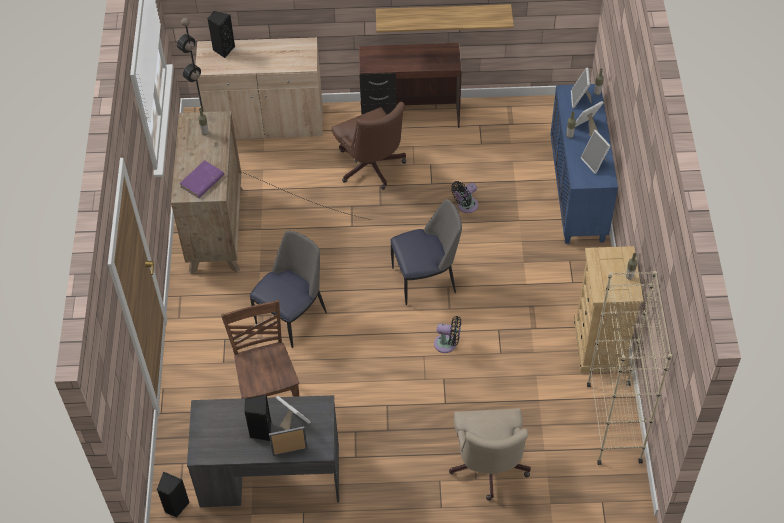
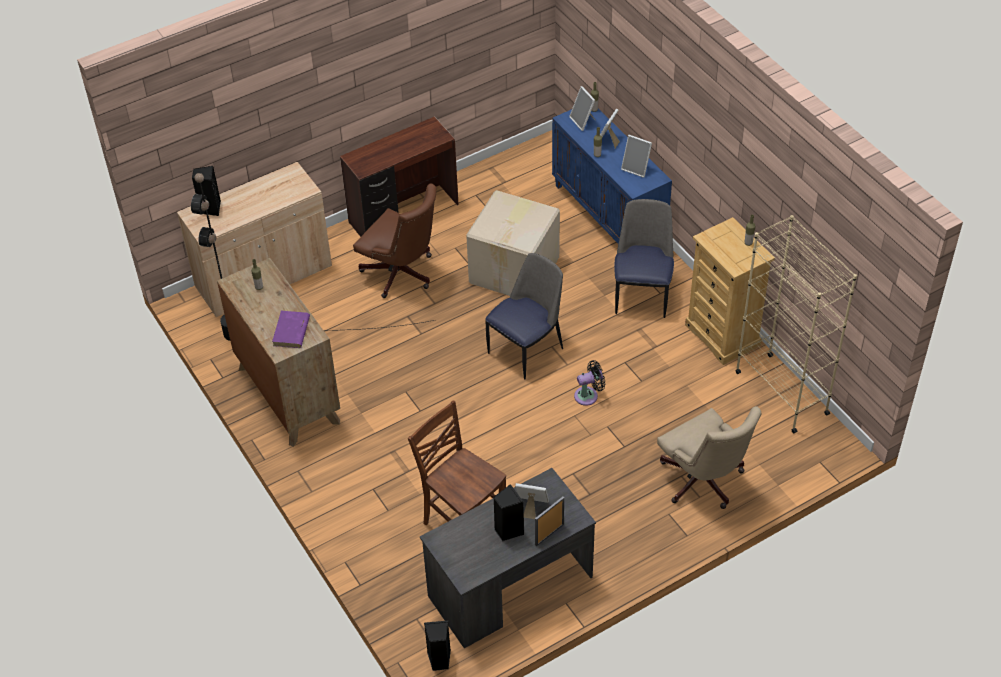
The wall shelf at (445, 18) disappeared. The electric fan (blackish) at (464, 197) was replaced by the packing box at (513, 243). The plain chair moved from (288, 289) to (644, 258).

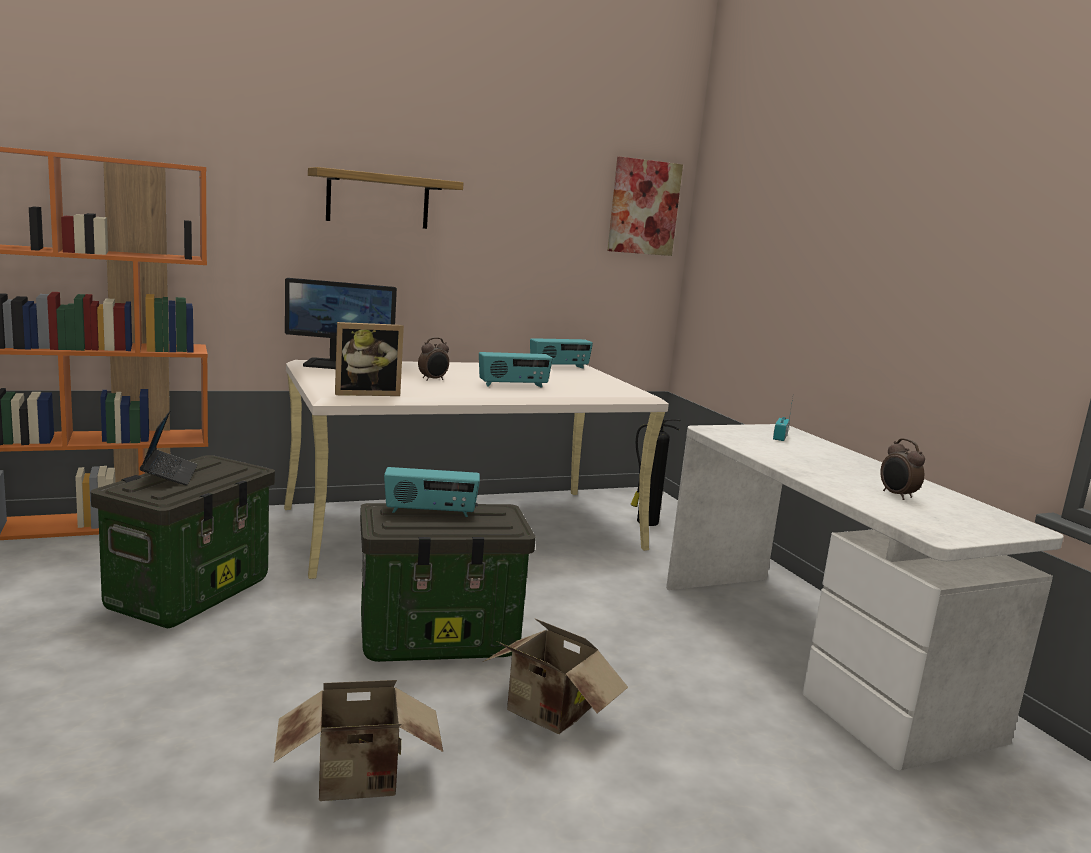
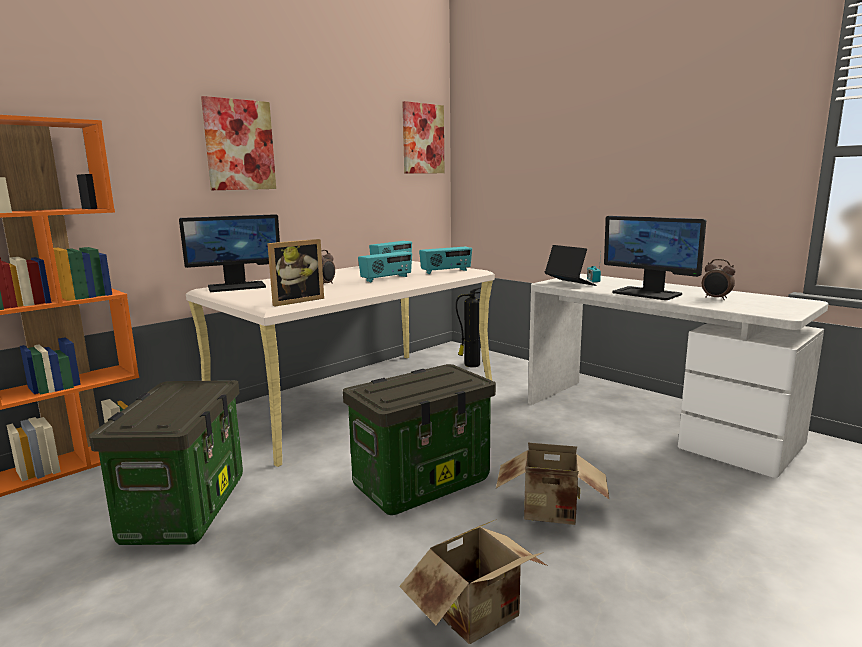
The wall shelf at (385, 198) was replaced by the wall art at (238, 143). The portable computer moved from (169, 448) to (570, 265). The radio set moved from (432, 492) to (445, 260). The computer display at (655, 258) appeared.

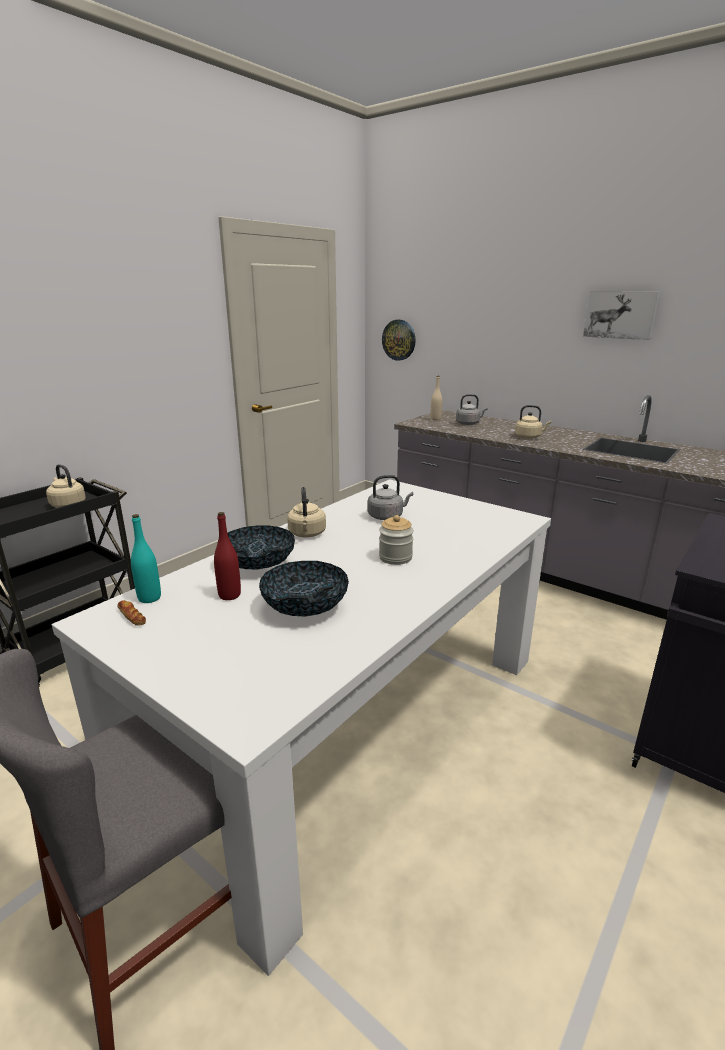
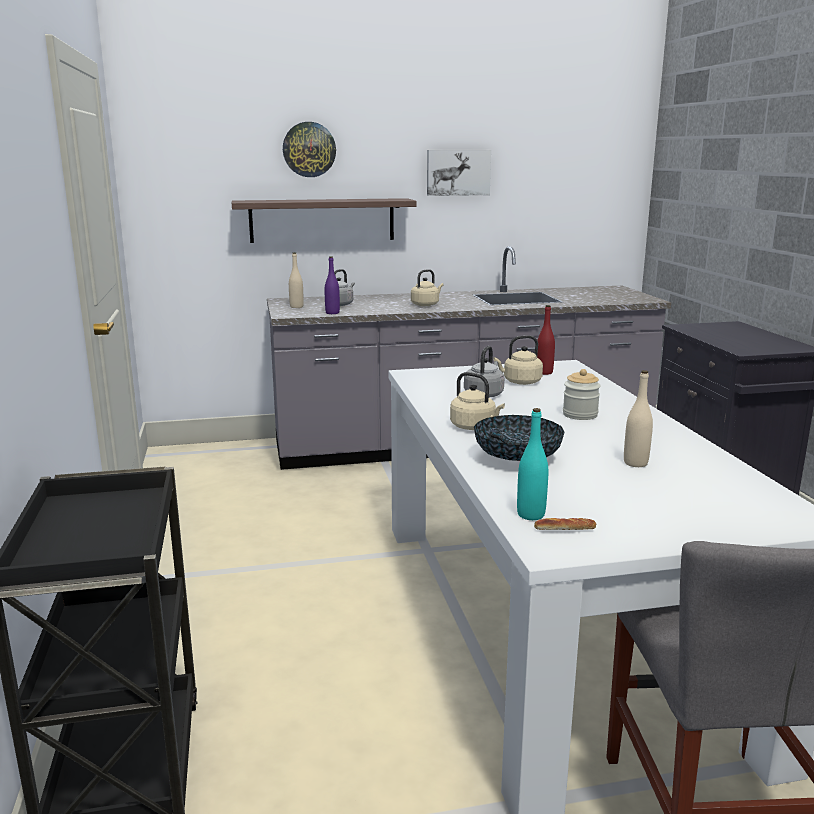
The wall clock moved from (399, 340) to (309, 149). The tea kettle (beige) moved from (66, 486) to (518, 360). The beverage bottle (reddish) moved from (227, 556) to (546, 340). The deep dish at (304, 588) was replaced by the beverage bottle (beige) at (638, 418). The wall shelf at (324, 220) appeared. The beverage bottle (purple-coloured) at (332, 285) appeared.

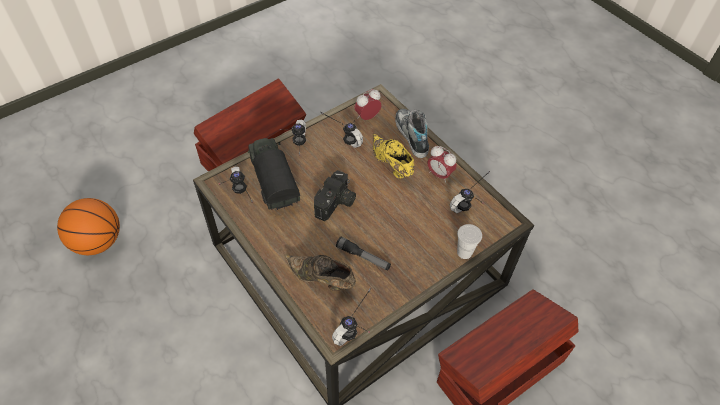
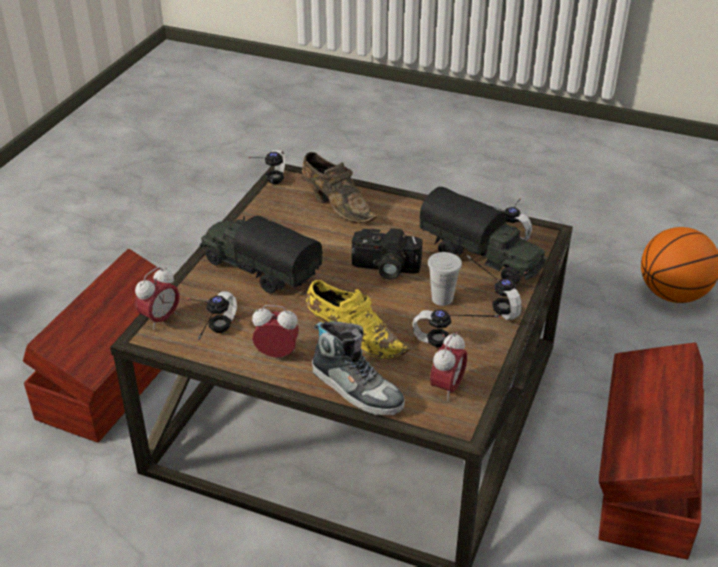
The still camera at (335, 195) turned 75 degrees counterclockwise. The small cup (whitish) moved from (469, 241) to (445, 279). The torch at (363, 253) disappeared. The item of footwear (brown) at (320, 272) turned 45 degrees clockwise. The toy truck at (261, 255) appeared. The alarm clock at (157, 298) appeared.

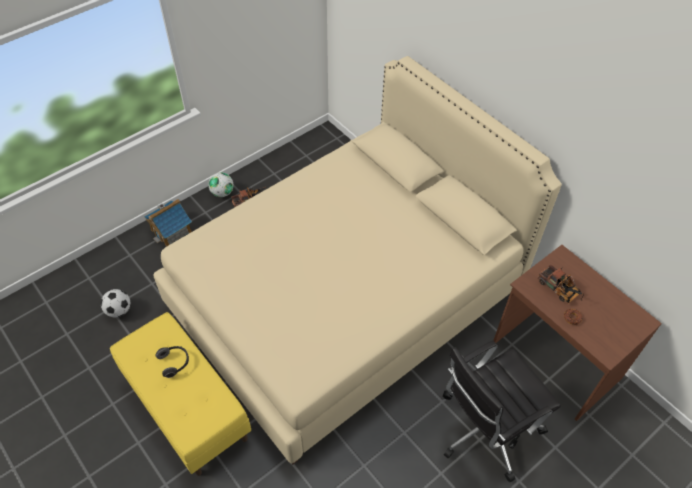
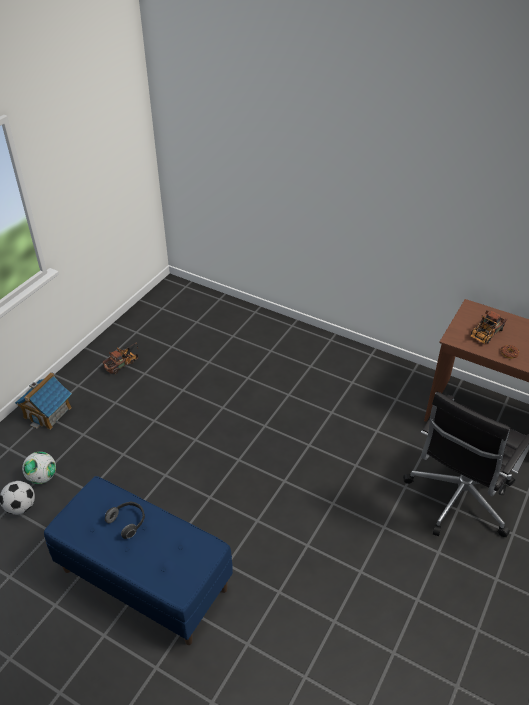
The bedroom bed (beige) at (358, 260) disappeared. The football moved from (221, 184) to (39, 468). The toy truck at (561, 284) turned 105 degrees clockwise. The bench (yellow-coloured) at (180, 394) became the bench (blue) at (138, 560).

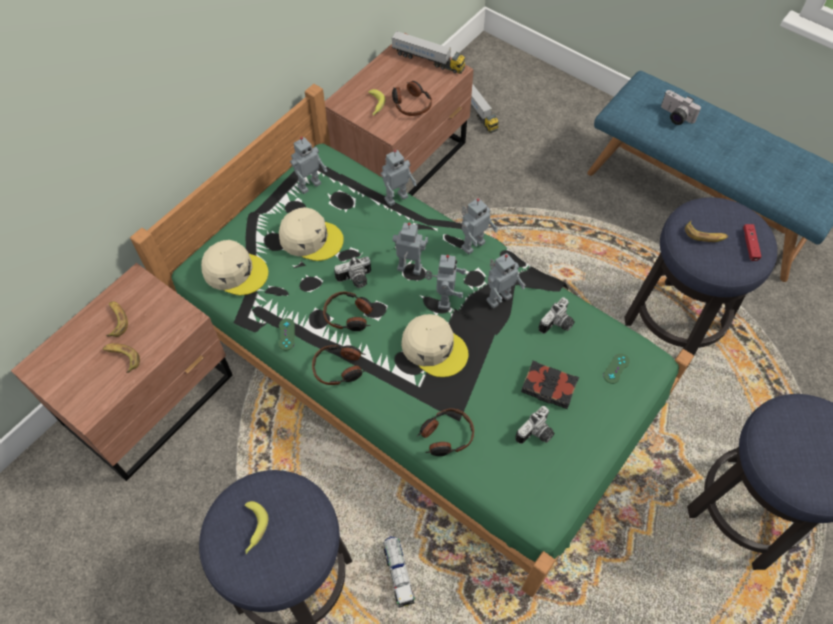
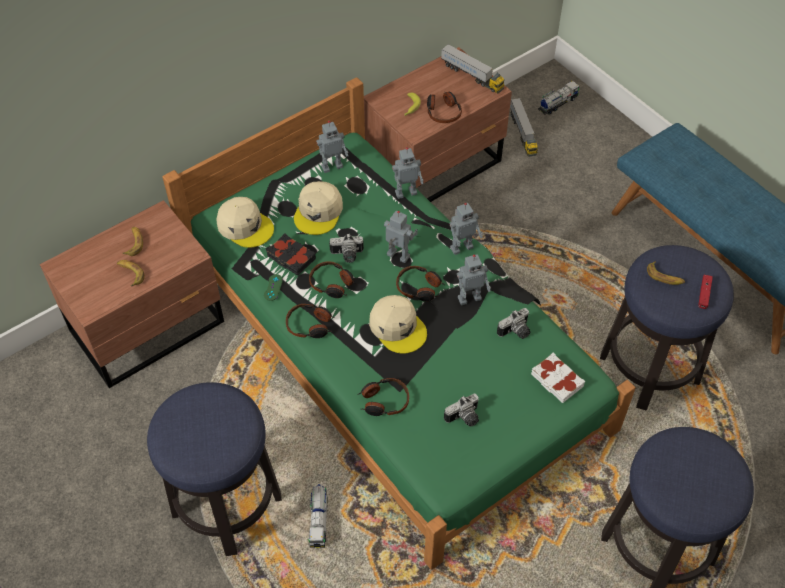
The still camera at (681, 107) disappeared. The cap (beige) at (311, 234) turned 75 degrees clockwise. The toy robot at (445, 282) was replaced by the pair of headphones at (420, 283). The joypad (green) at (616, 368) was replaced by the book (whitish) at (558, 378). The book (blackish) moved from (550, 384) to (291, 254). The whole banana at (256, 527) disappeared. The toy truck at (559, 98) appeared.

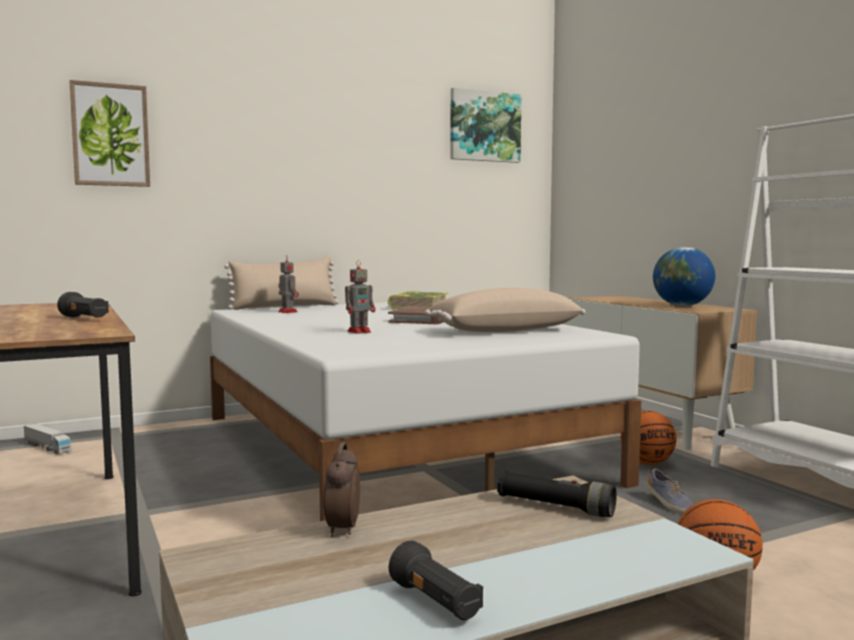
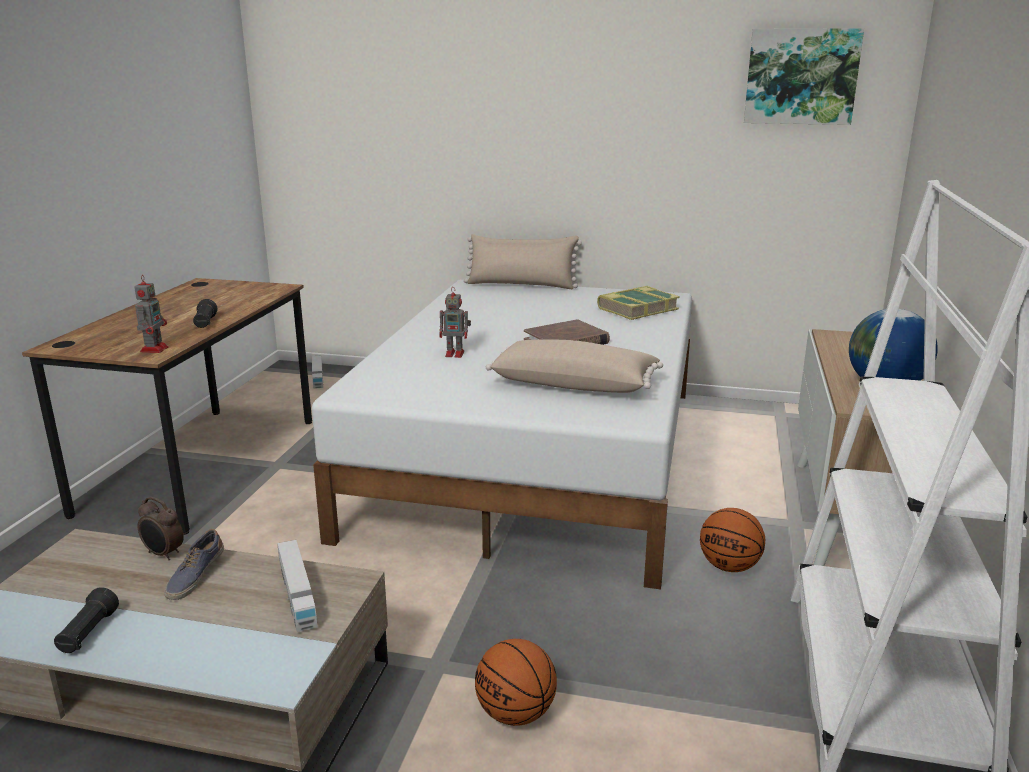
The wall art at (109, 133) disappeared. The toy robot moved from (288, 284) to (151, 314). The alarm clock at (341, 489) turned 105 degrees counterclockwise. The item of footwear moved from (670, 491) to (194, 564). The torch (blackish) at (557, 493) was replaced by the toy truck at (297, 586).

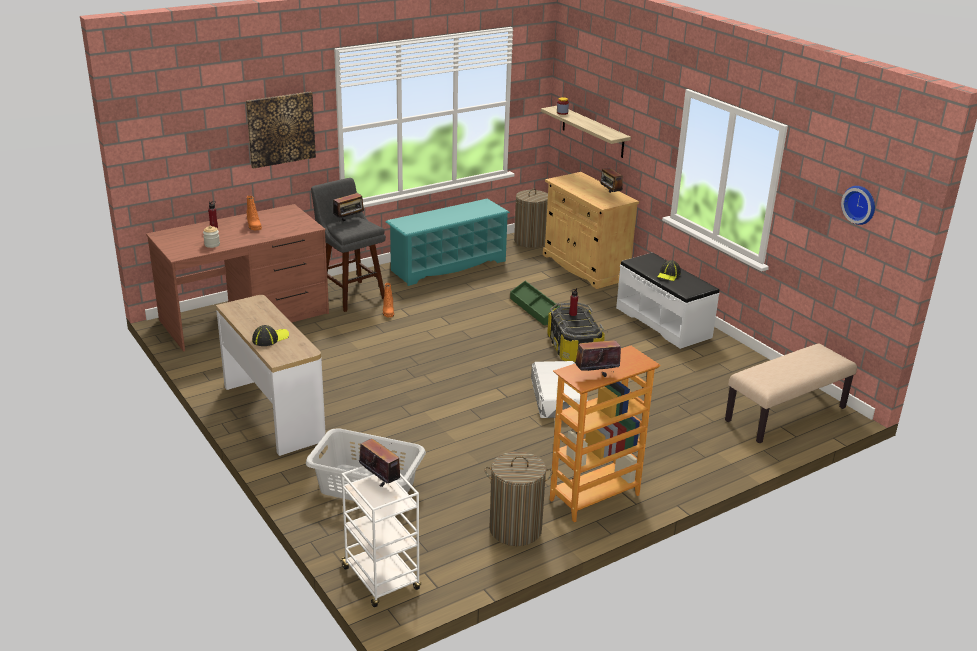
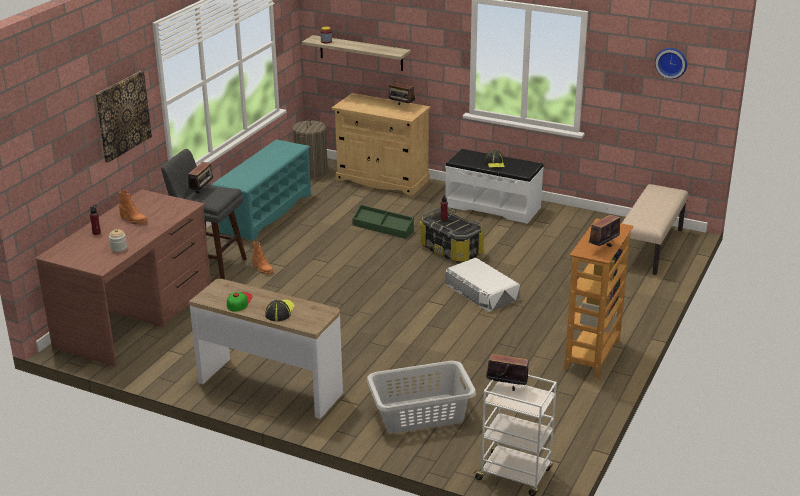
The hamper at (519, 498) disappeared. The cap at (240, 302) appeared.

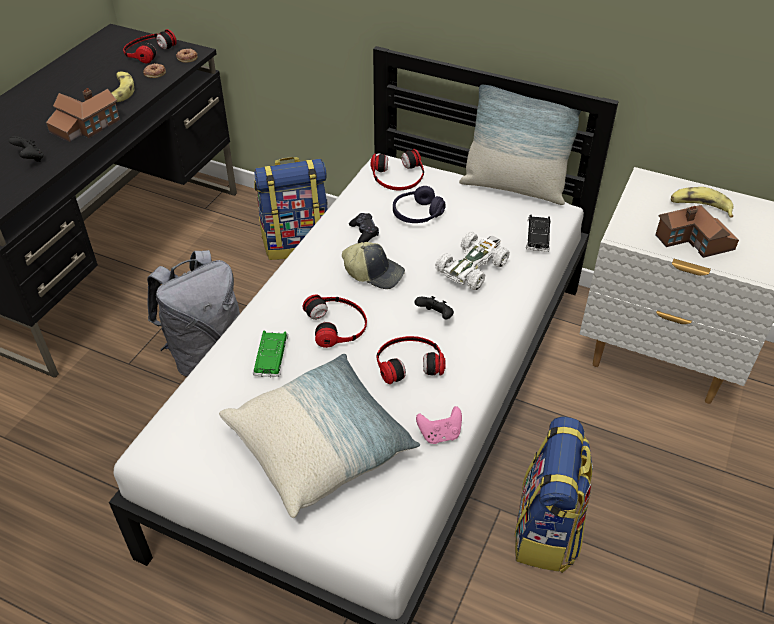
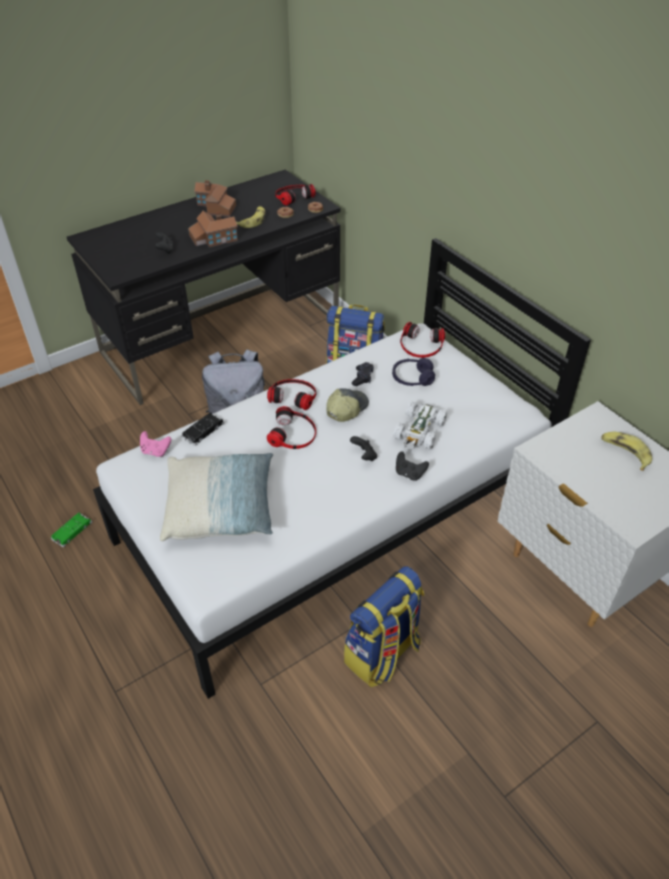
The pillow at (520, 145) disappeared. The model house moved from (697, 231) to (215, 198). The model car (blackish) moved from (538, 233) to (202, 429). The model car (whitish) at (472, 260) turned 135 degrees clockwise. The cap at (373, 265) turned 105 degrees counterclockwise. The model car (green) moved from (270, 353) to (71, 530). The pair of headphones moved from (410, 360) to (291, 394). The joypad (pink) moved from (439, 425) to (155, 444). The joypad (blackish) at (412, 466) appeared.

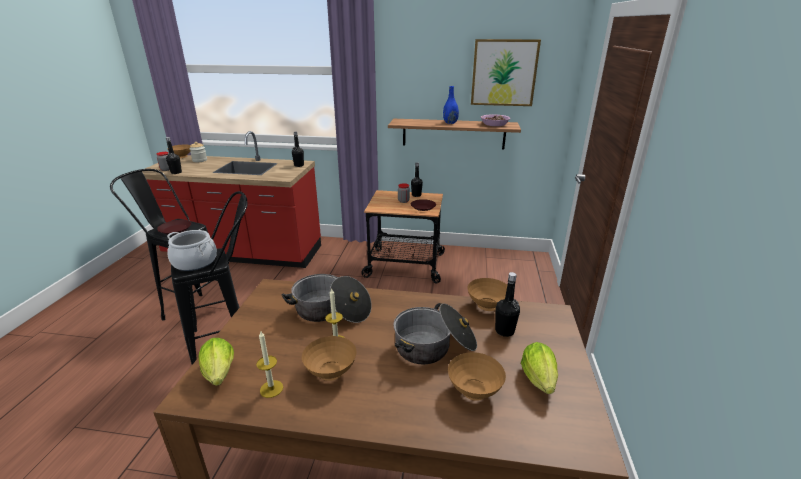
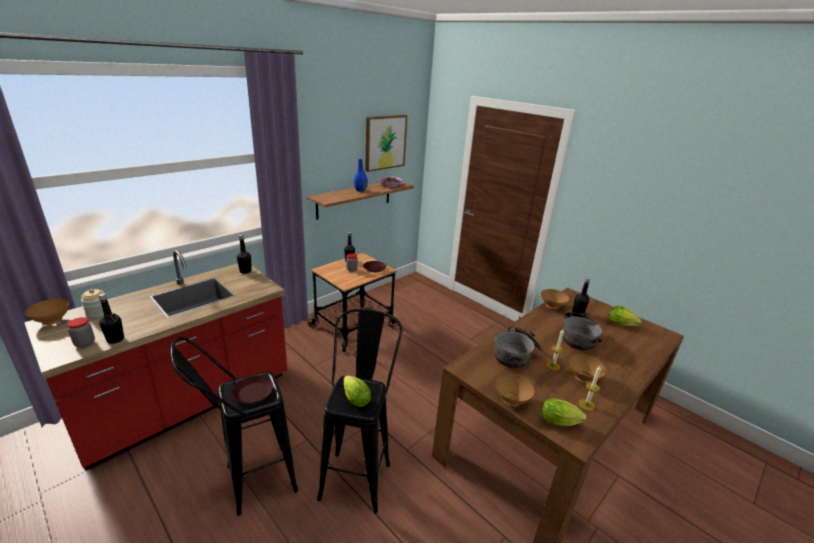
The cooking pot at (192, 250) was replaced by the head of lettuce at (357, 391). The deep dish (brown) moved from (477, 376) to (514, 390).

